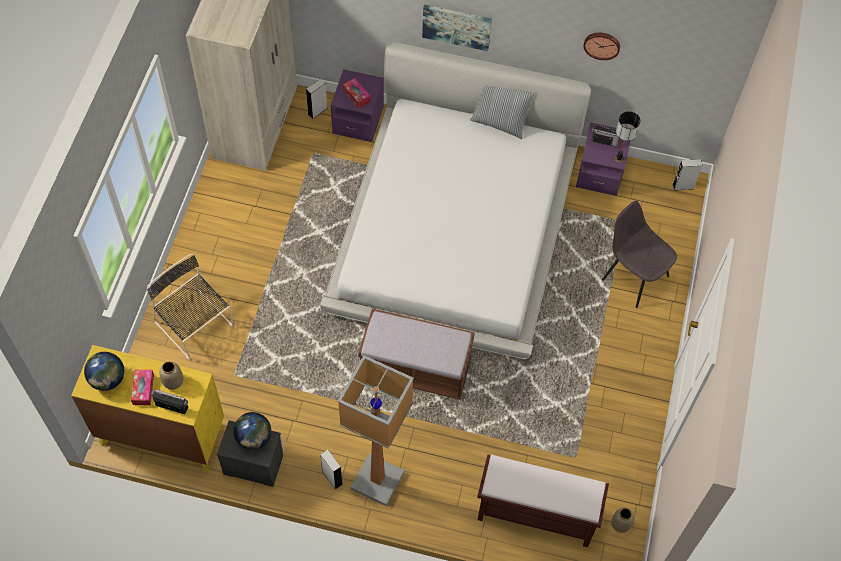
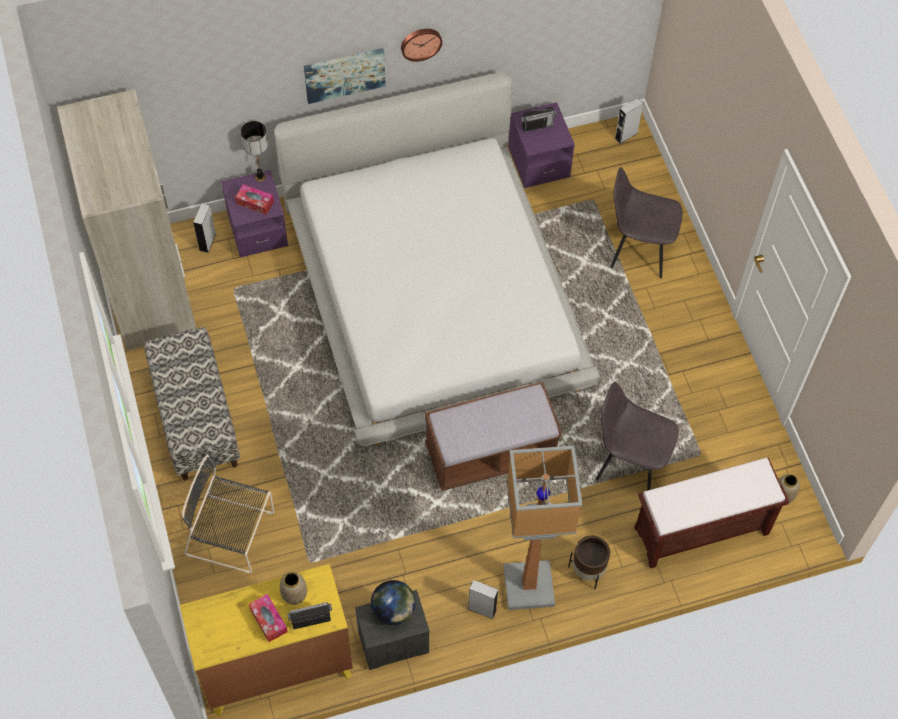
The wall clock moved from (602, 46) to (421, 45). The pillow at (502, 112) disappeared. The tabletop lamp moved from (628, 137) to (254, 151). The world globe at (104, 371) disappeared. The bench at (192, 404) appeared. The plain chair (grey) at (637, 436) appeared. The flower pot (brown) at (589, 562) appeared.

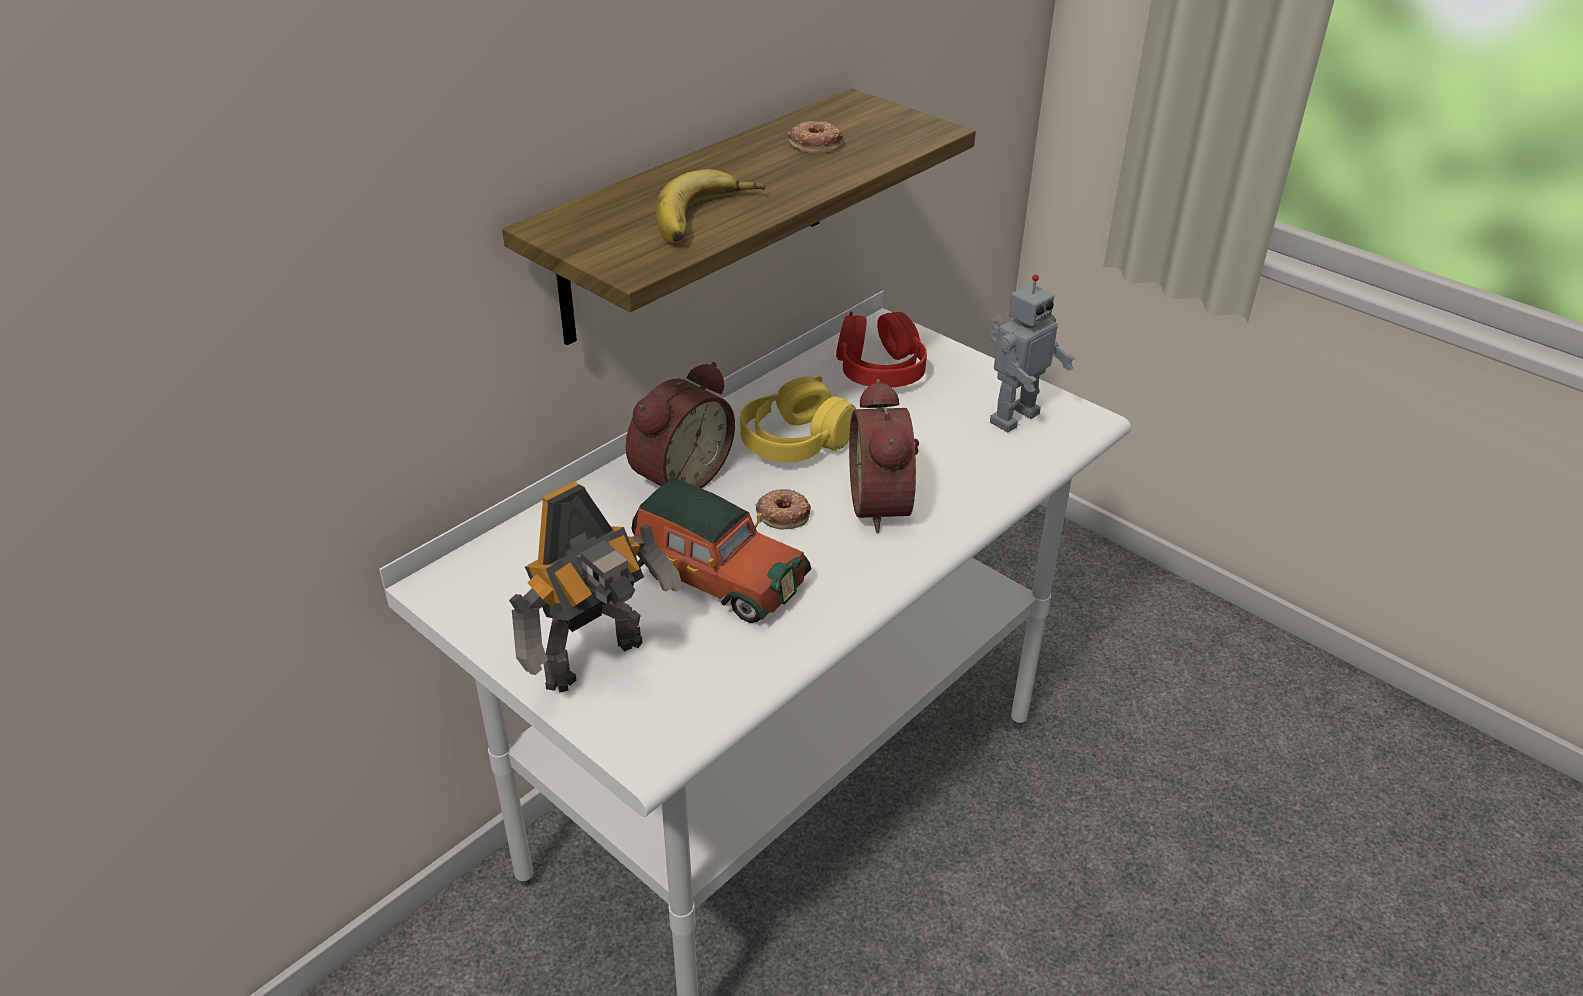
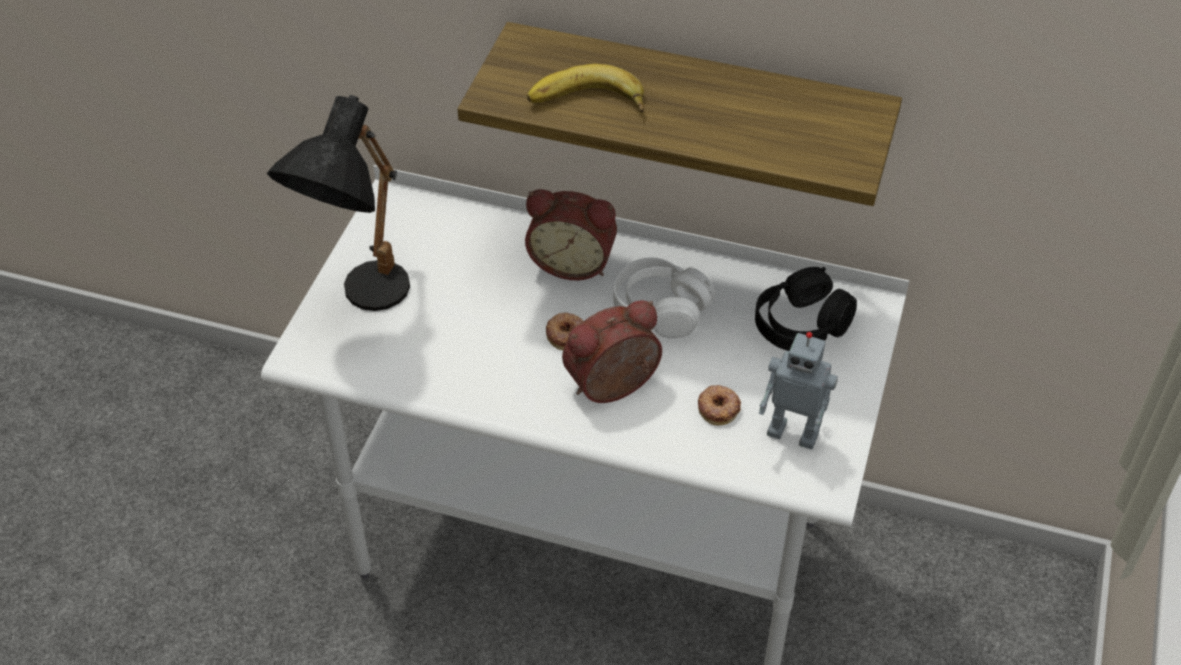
The donut moved from (815, 137) to (719, 405). The pair of headphones (reddish) at (881, 349) became the pair of headphones (blackish) at (806, 309). The pair of headphones (yellow-coloured) at (798, 419) became the pair of headphones (whitish) at (664, 298). The model car at (721, 550) disappeared. The toy robot at (596, 587) was replaced by the tabletop lamp (blackish) at (338, 203).

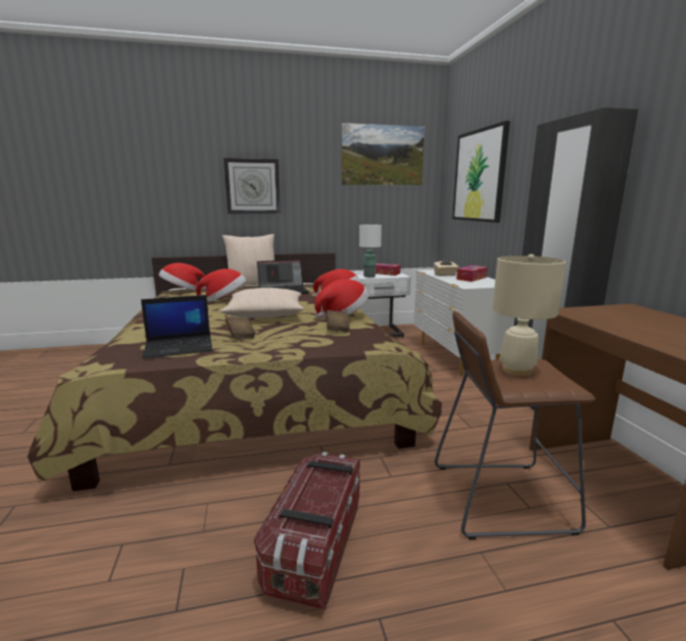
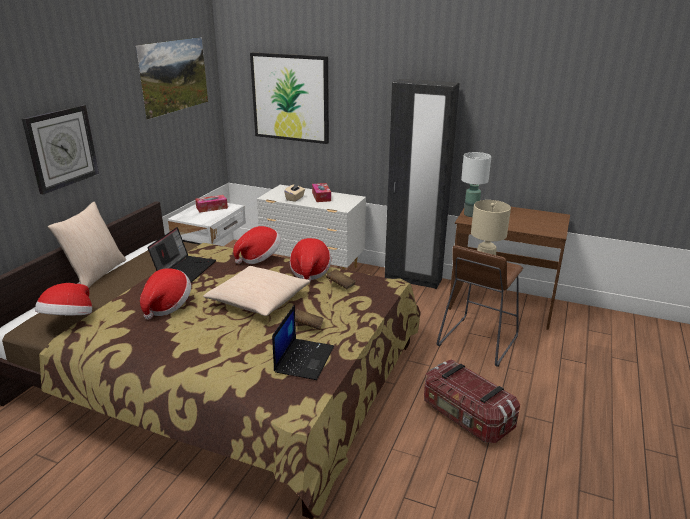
The tabletop lamp (whitish) moved from (370, 250) to (476, 184).

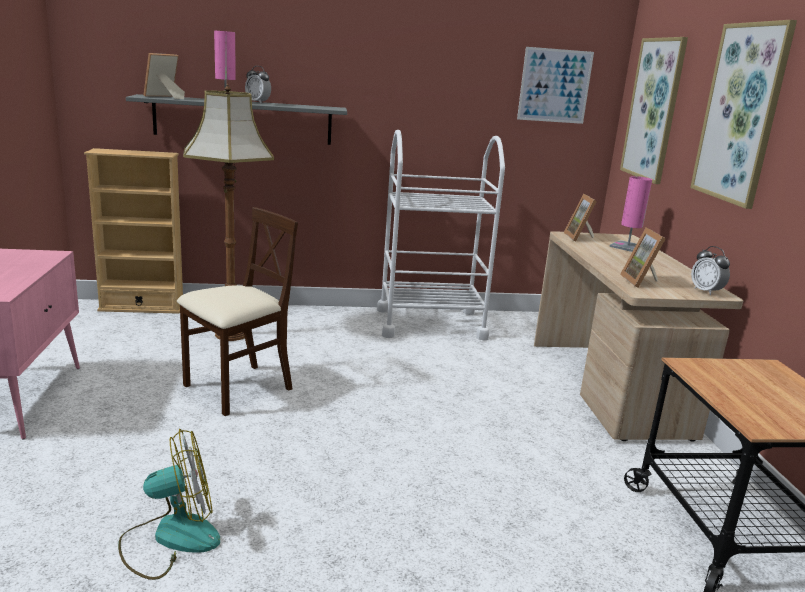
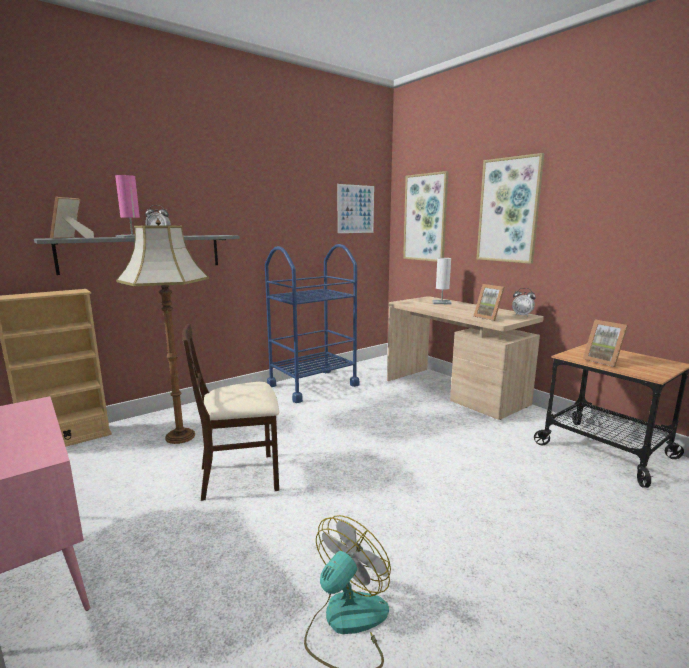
The trolley (whitish) at (441, 235) became the trolley (blue) at (312, 323). The tabletop lamp (pink) at (630, 214) became the tabletop lamp (whitish) at (442, 281). The photo frame moved from (580, 217) to (605, 343). The plain chair (beige) at (237, 311) turned 120 degrees counterclockwise.

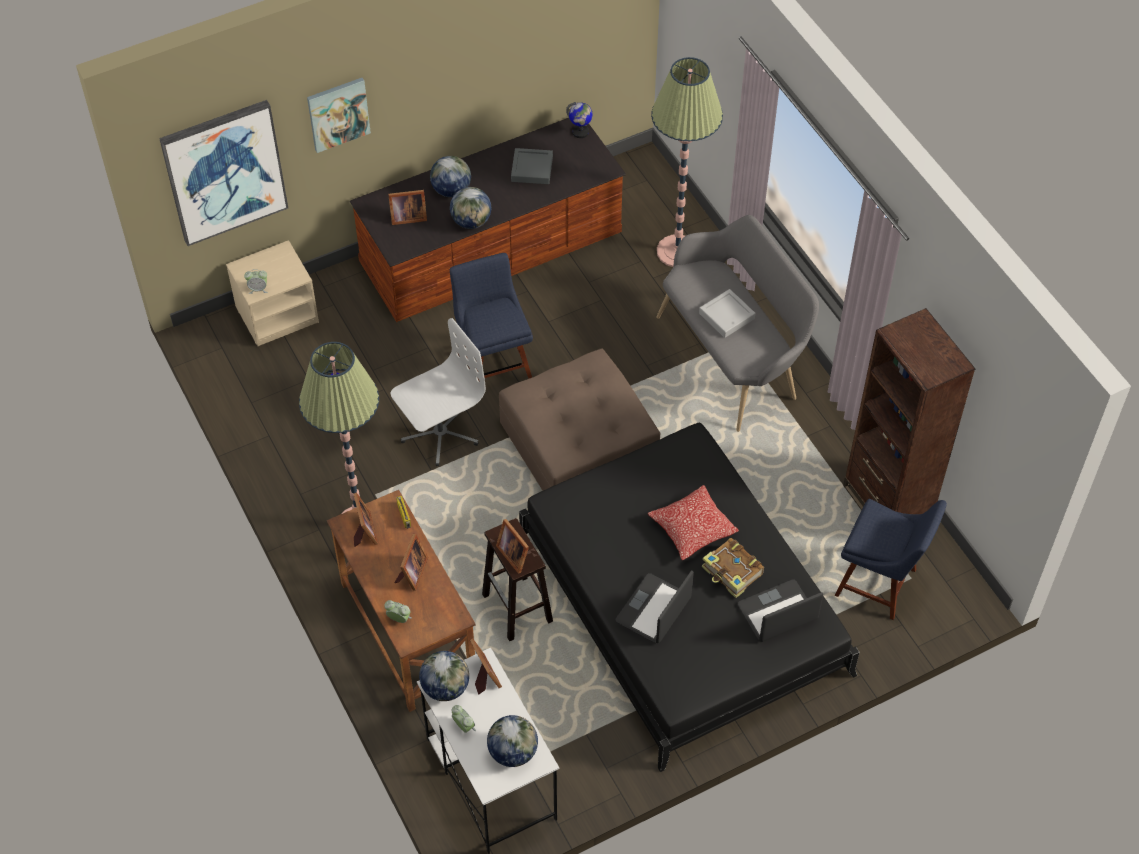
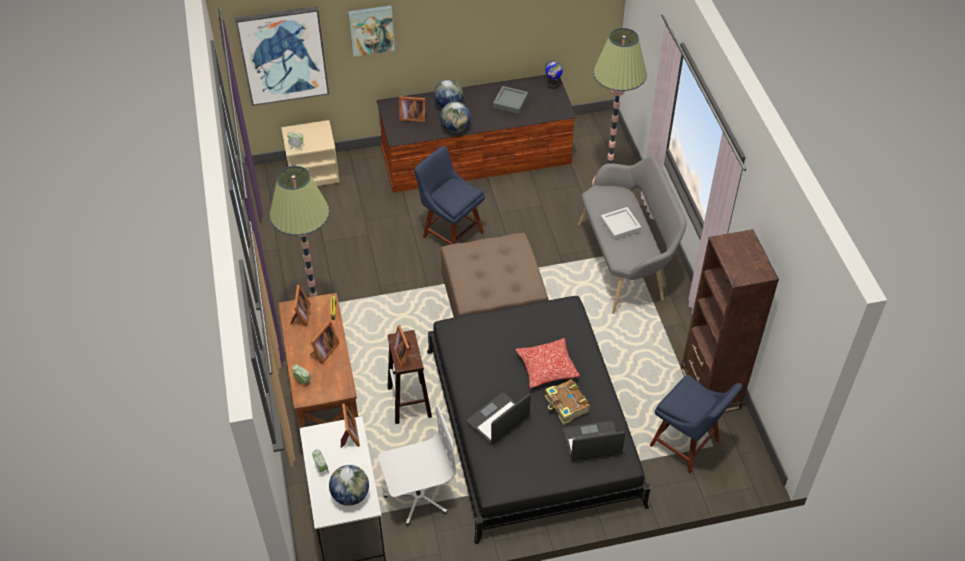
The plain chair (blue) at (491, 317) turned 45 degrees counterclockwise. The office chair (whitish) moved from (438, 392) to (417, 466). The world globe at (444, 676) disappeared.

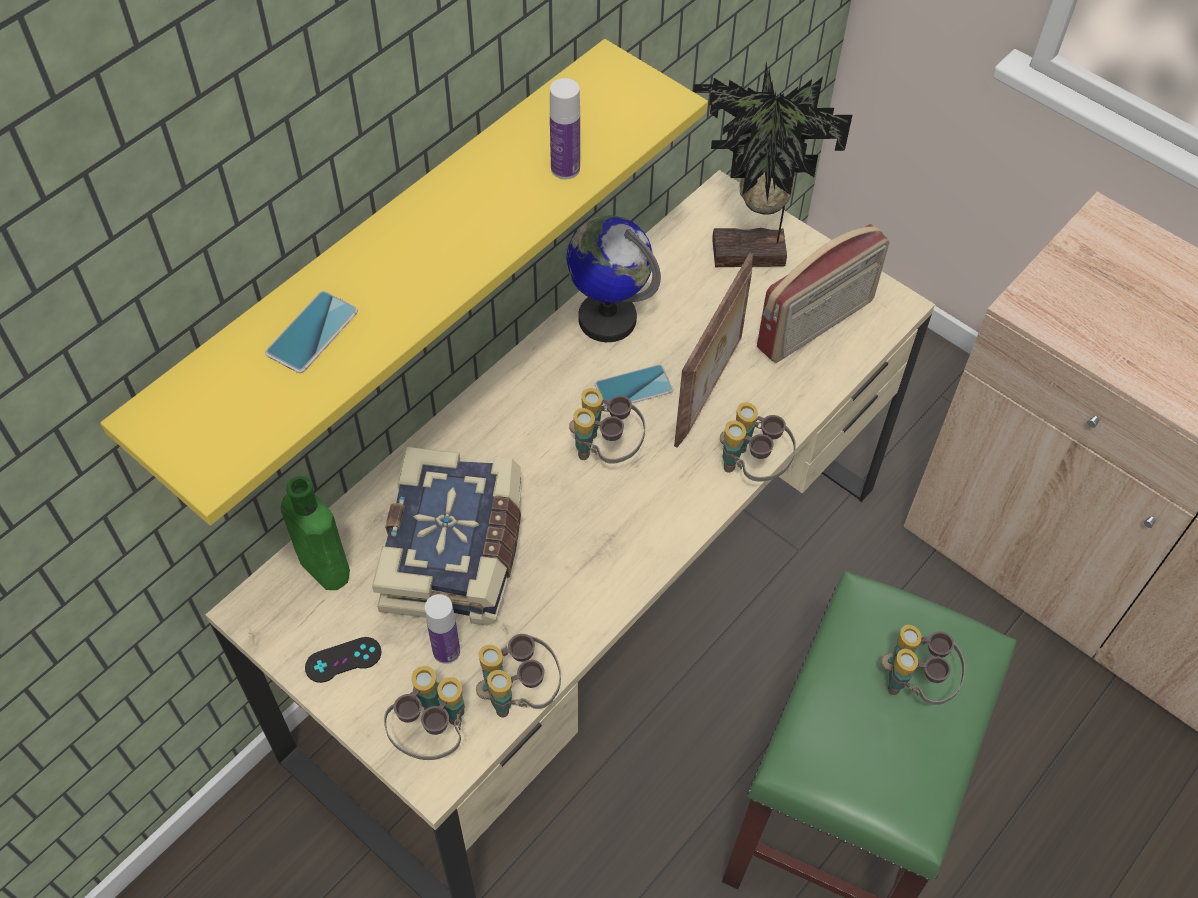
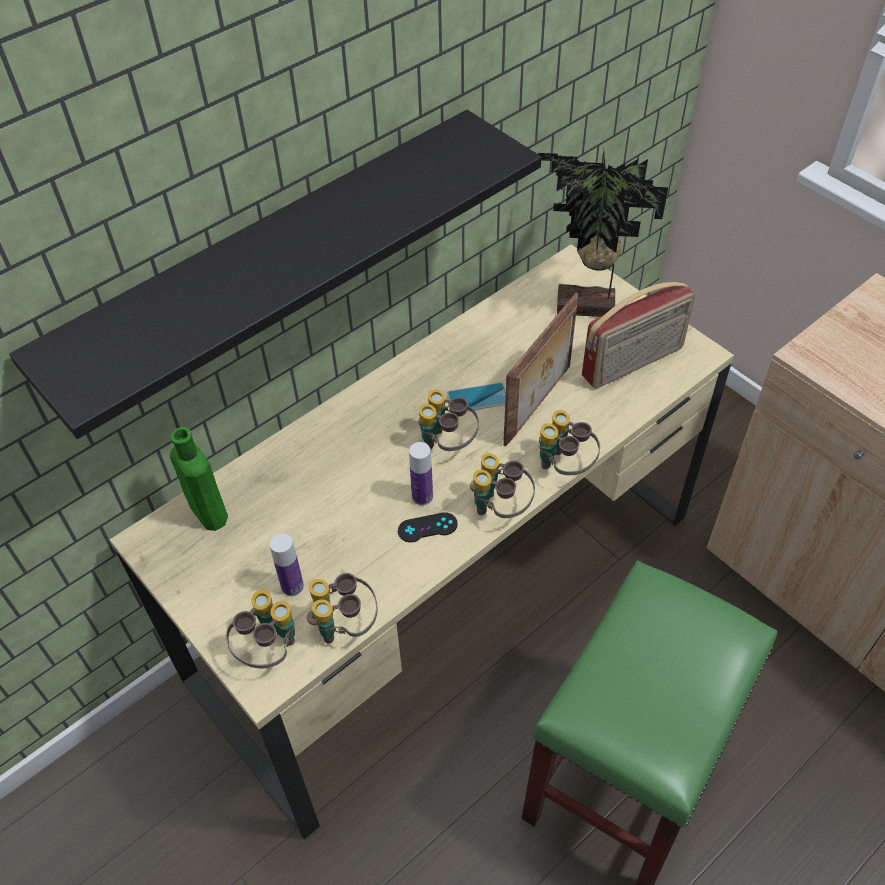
The wall shelf (yellow-coloured) at (404, 282) became the wall shelf (blackish) at (275, 274). The beverage bottle moved from (565, 128) to (421, 473). The world globe at (613, 278) disappeared. The handset at (311, 332) disappeared. The book at (447, 536) disappeared. The binoculars moved from (923, 665) to (502, 485). The joypad (blackish) moved from (343, 660) to (428, 527).

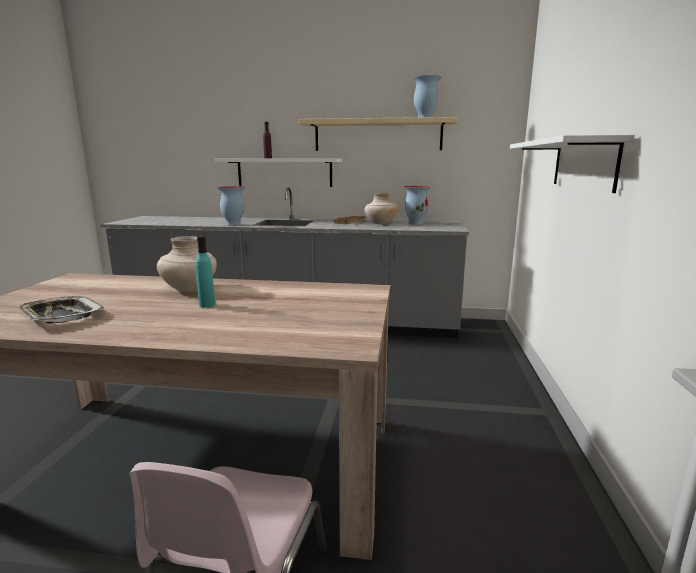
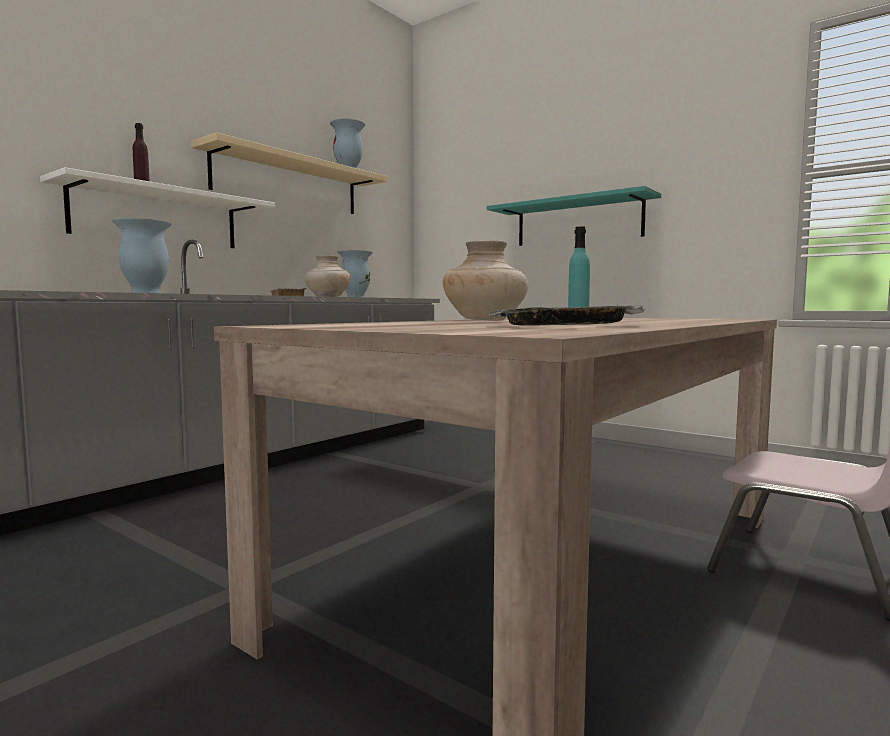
The wall shelf (whitish) at (572, 164) became the wall shelf (blue-green) at (574, 216).

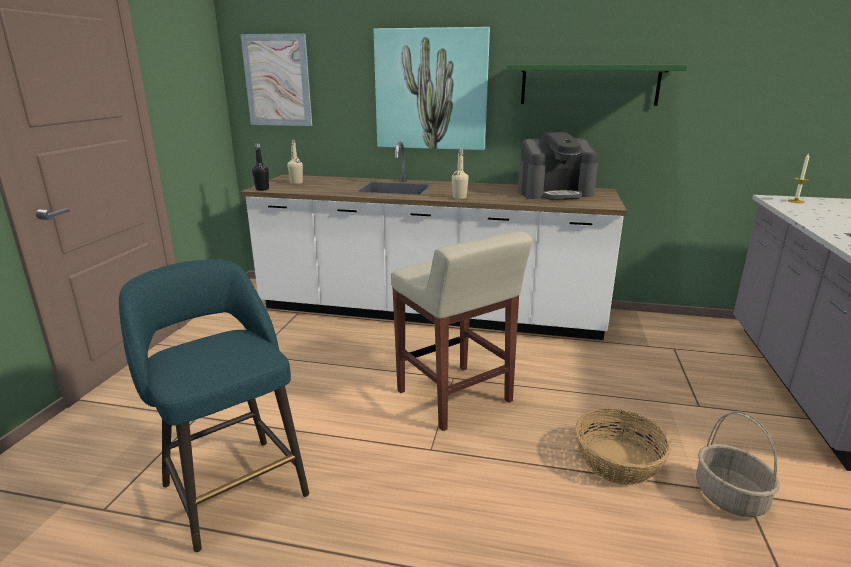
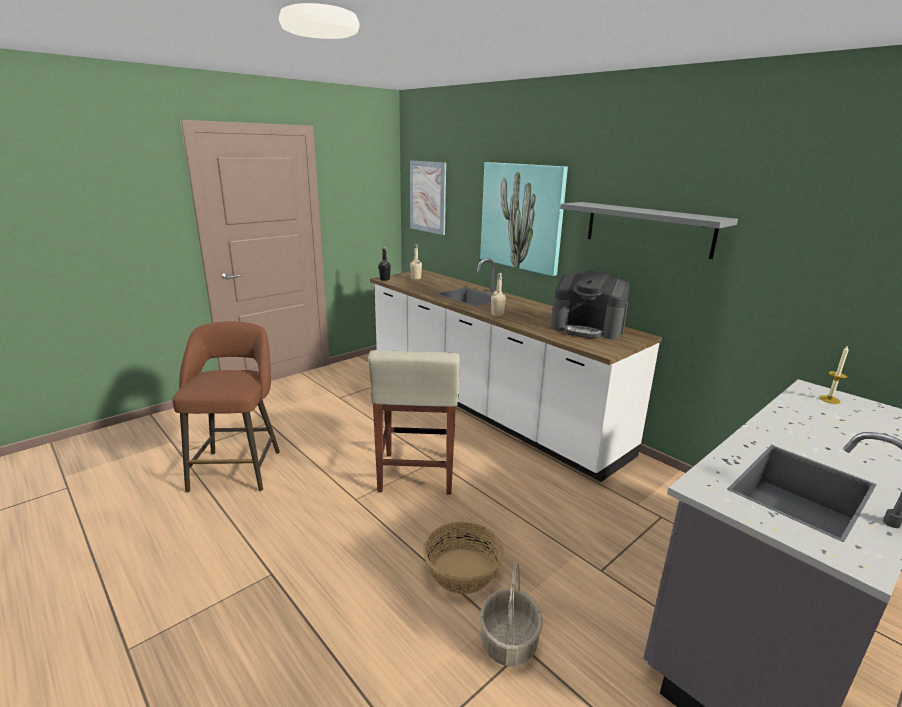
The wall shelf (green) at (597, 85) became the wall shelf (grey) at (649, 230). The sitting stool (blue-green) at (214, 406) became the sitting stool (brown) at (226, 407).

